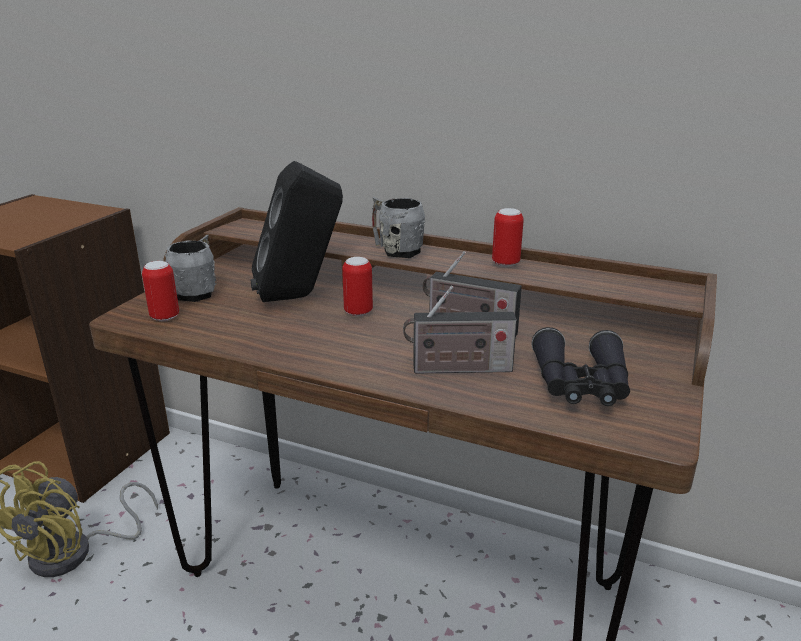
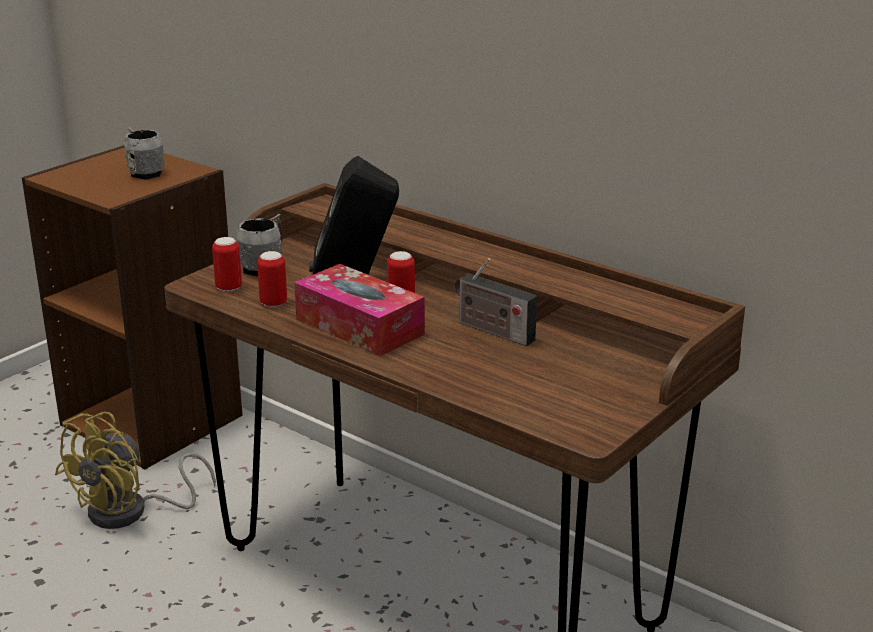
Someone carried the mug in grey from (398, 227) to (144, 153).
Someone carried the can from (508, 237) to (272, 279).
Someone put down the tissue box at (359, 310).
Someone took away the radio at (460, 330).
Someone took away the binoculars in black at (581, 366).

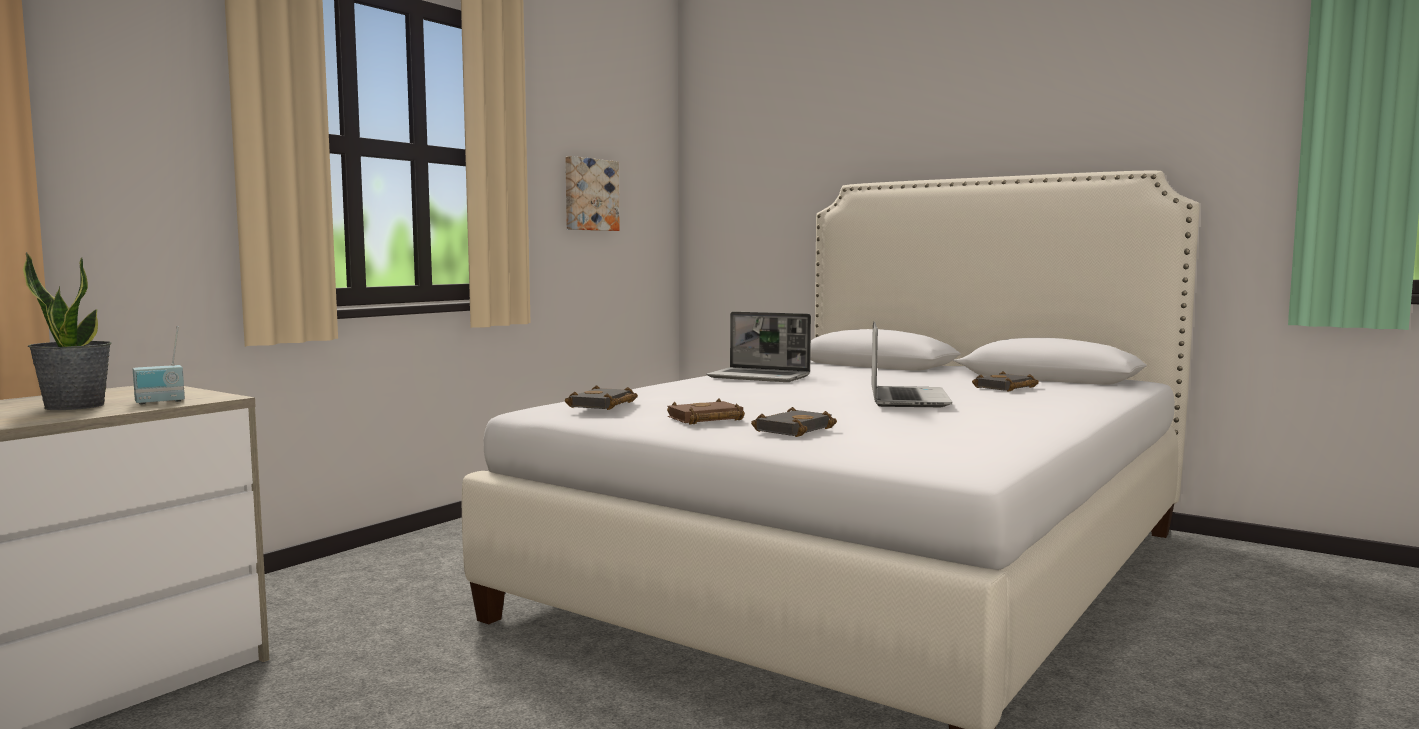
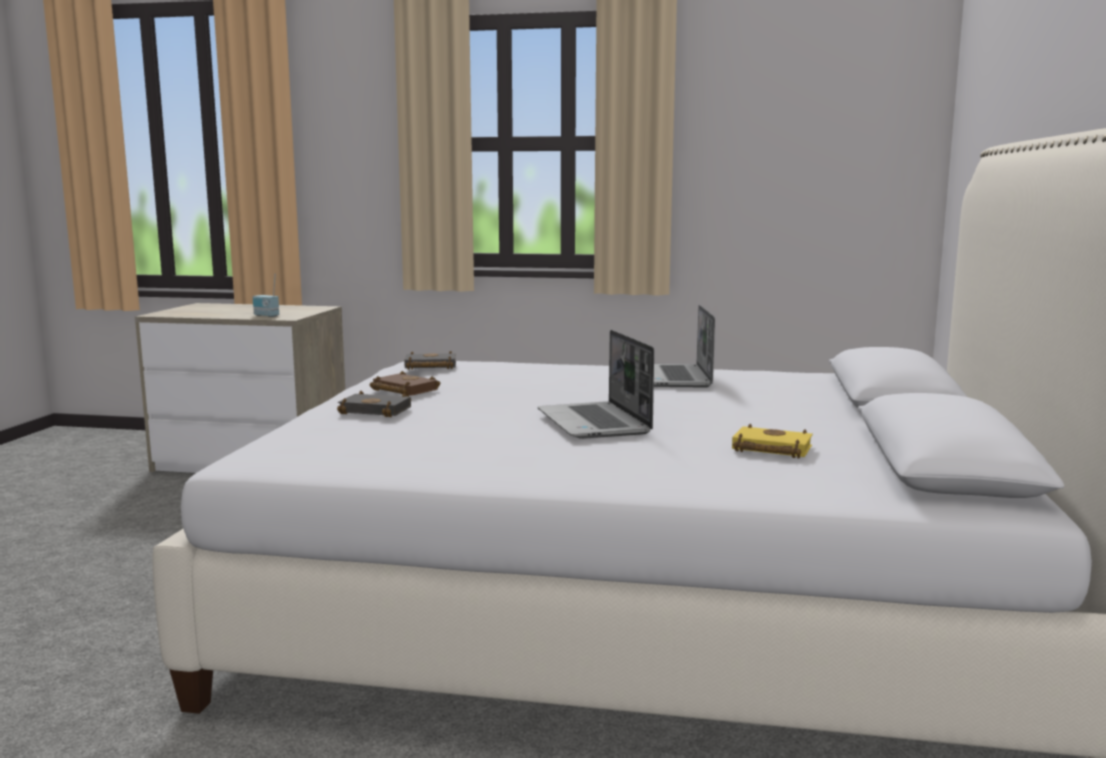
Someone rotated the laptop at (911, 364) by 90 degrees clockwise.
Someone repainted the book in black at (1005, 381), which became the book in yellow at (772, 441).
Someone took away the potted plant at (67, 331).
Someone took away the picture at (592, 193).

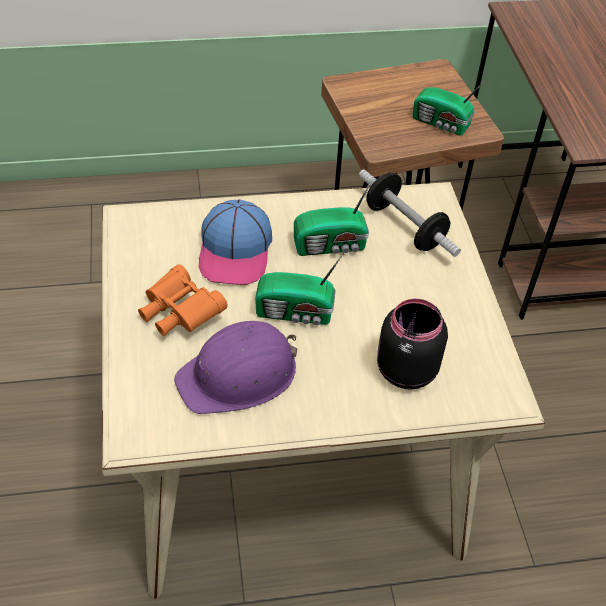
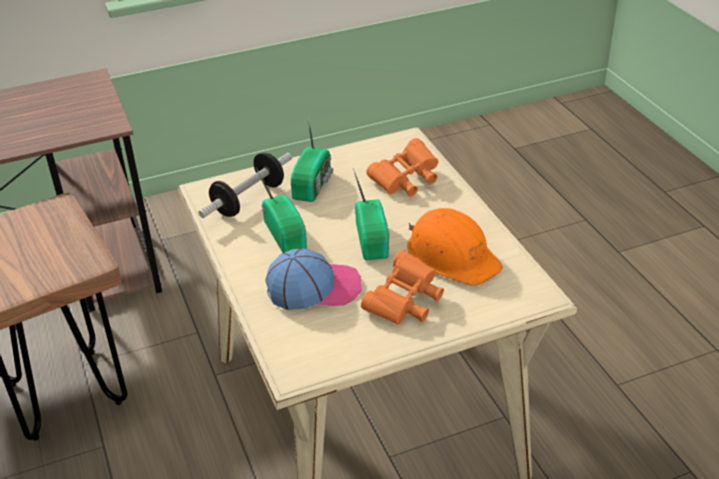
Someone carried the radio from (449, 107) to (312, 159).
Someone swapped the jar in black at (412, 344) for the binoculars in orange at (402, 167).
Someone repainted the hard hat in purple at (235, 367), which became the hard hat in orange at (455, 247).

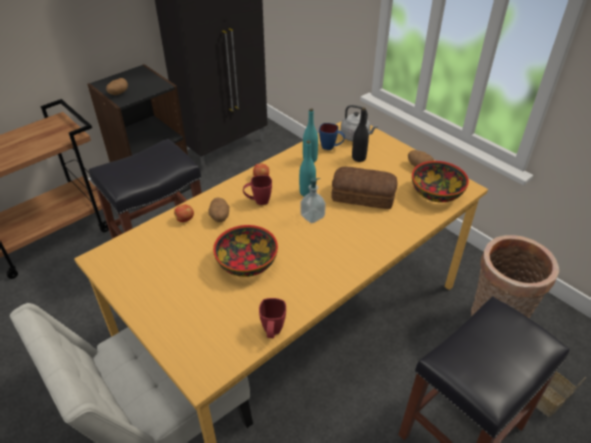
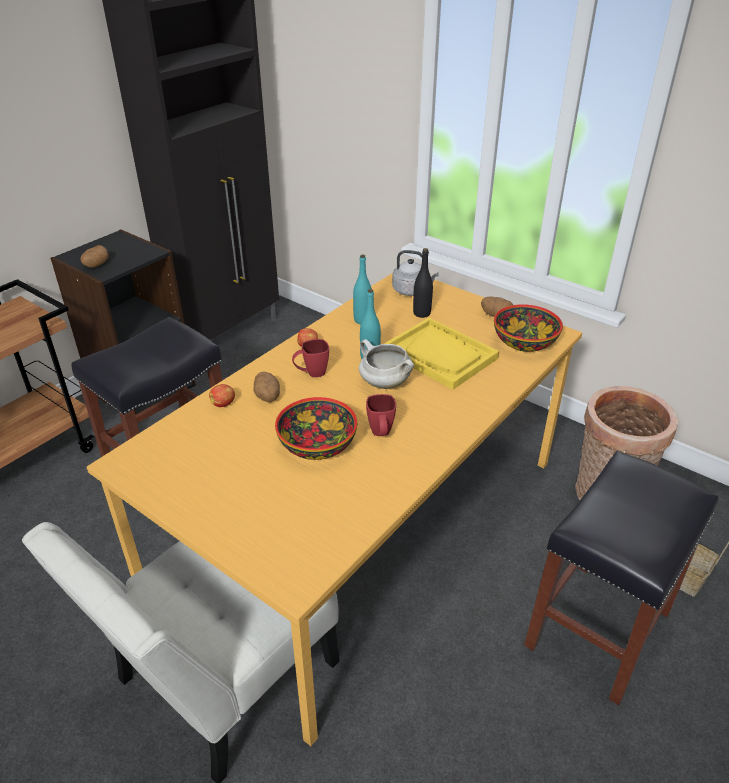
Someone swapped the soap dispenser at (313, 200) for the cooking pot in white at (386, 364).
Someone carried the mug in red from (272, 318) to (381, 415).
Someone swapped the bread at (364, 187) for the tray in yellow at (441, 354).
Someone took away the mug in blue at (332, 136).

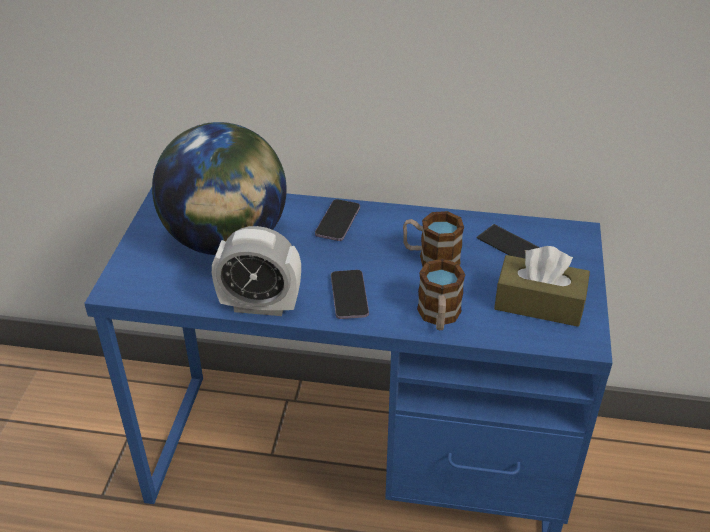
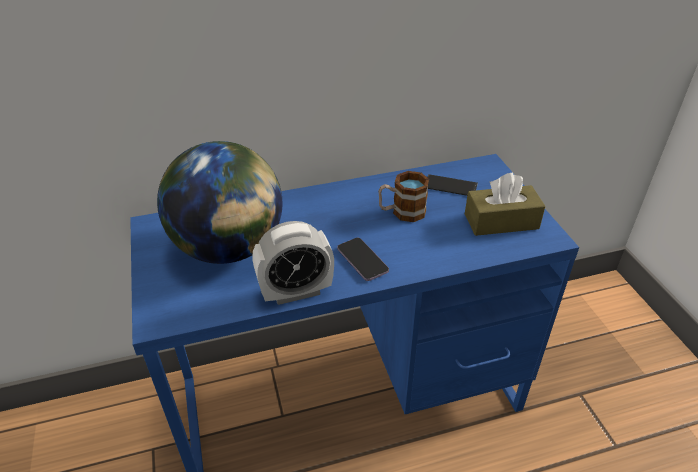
Someone took away the phone at (337, 220).
Someone took away the mug at (441, 294).

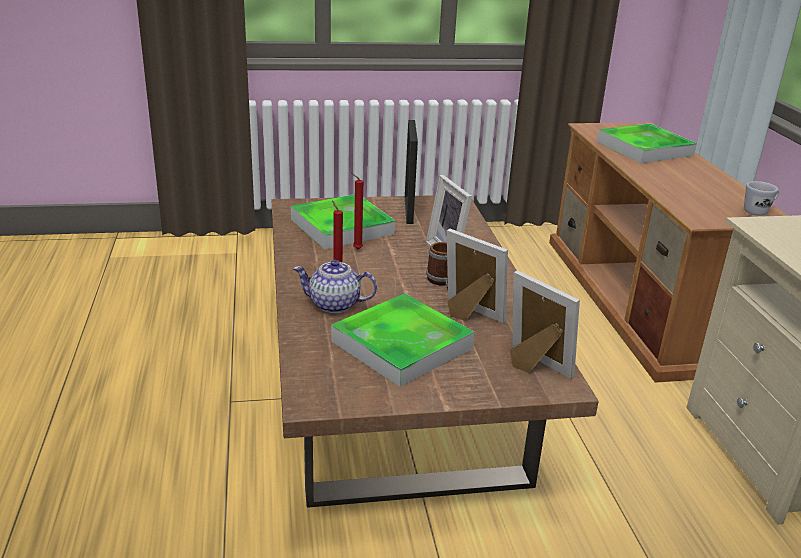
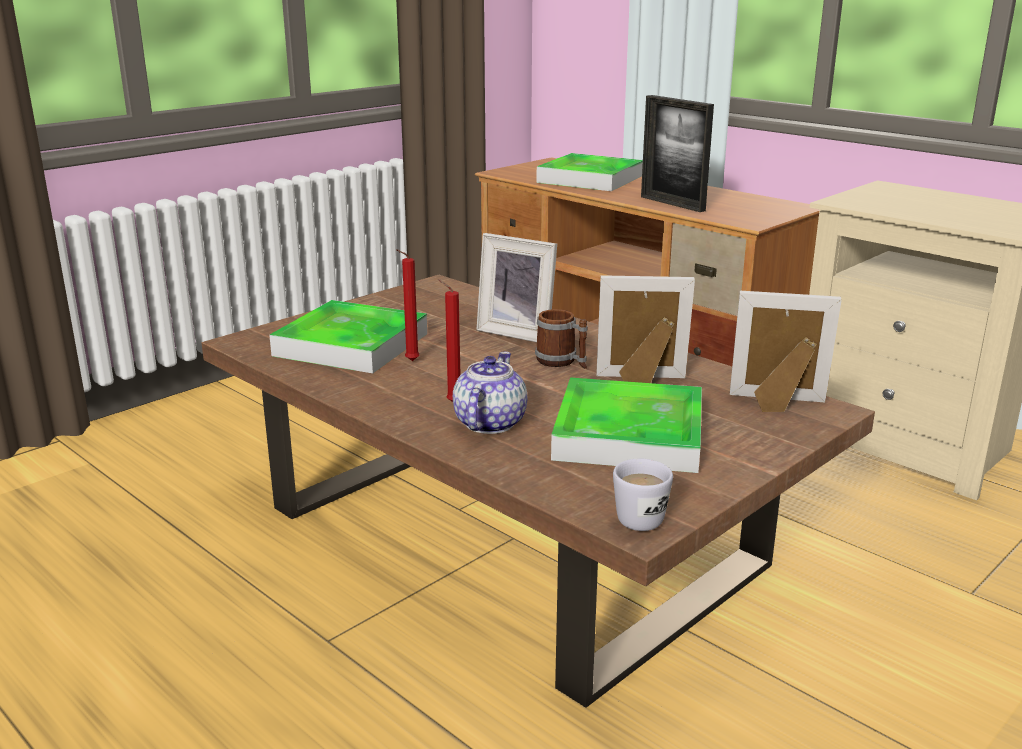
Someone rotated the teapot at (335, 286) by 135 degrees clockwise.
Someone carried the mug in white from (761, 198) to (643, 494).
Someone carried the picture frame from (411, 172) to (677, 153).

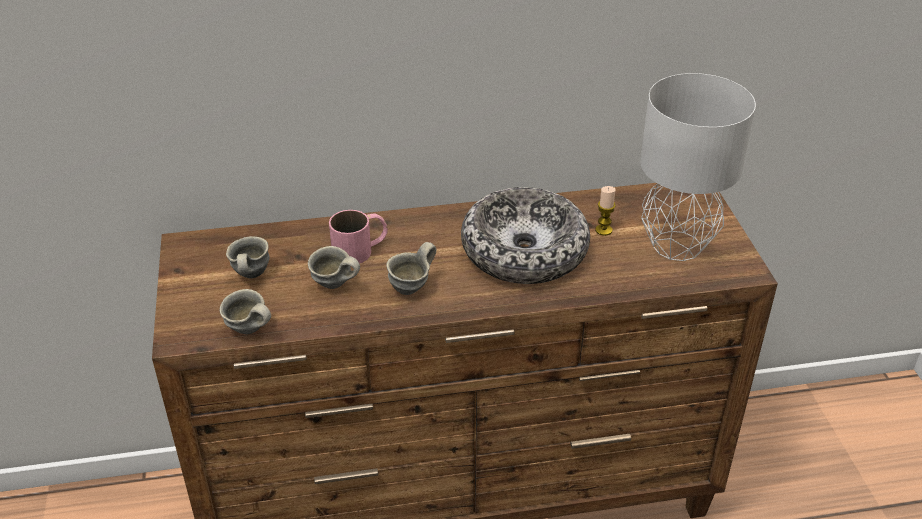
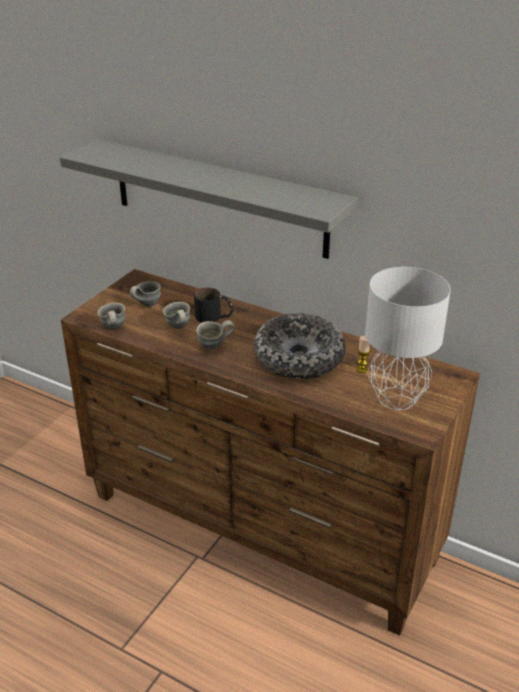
Someone put up the shelf in grey at (209, 199).
Someone repainted the mug in pink at (358, 237), which became the mug in black at (213, 305).

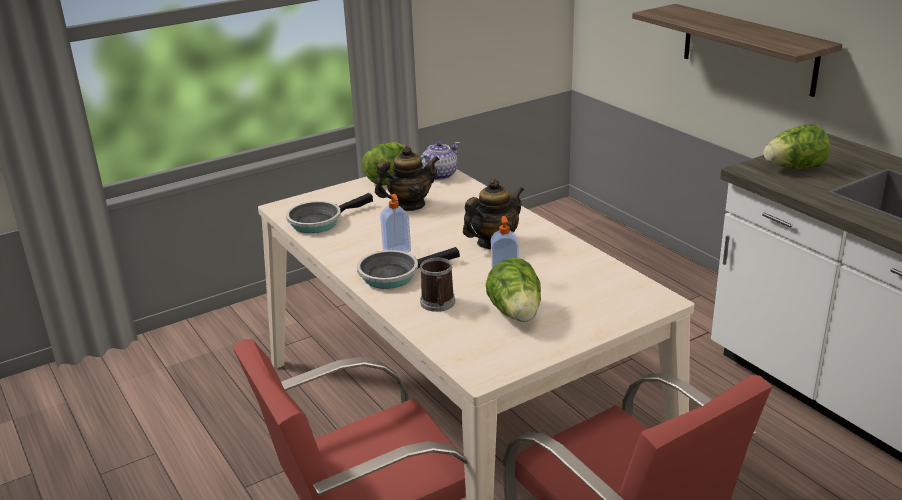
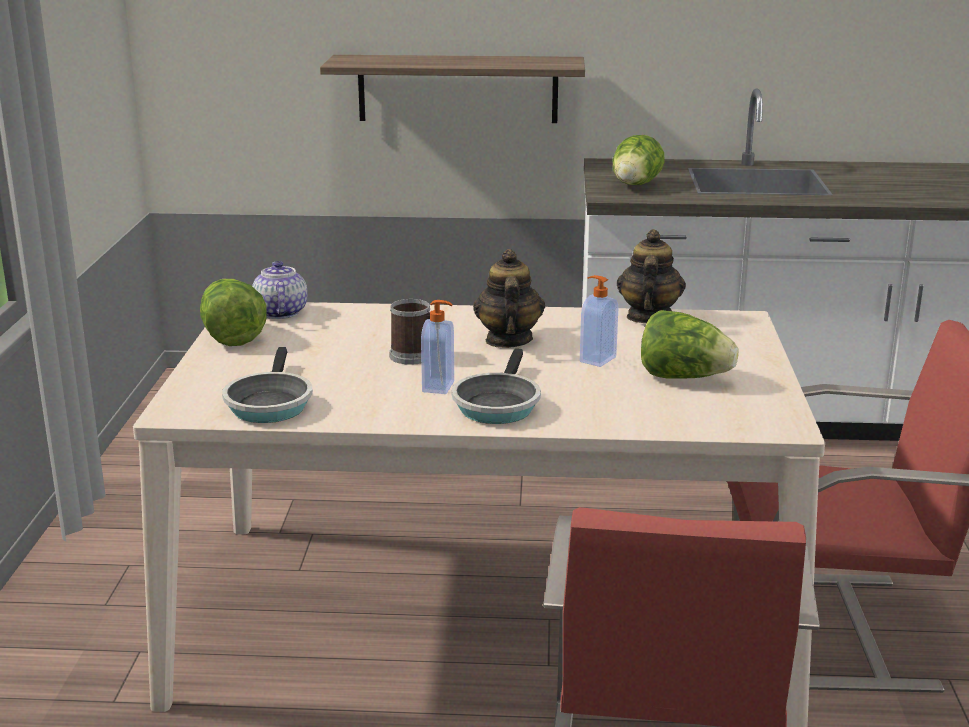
Someone carried the mug from (437, 285) to (409, 332).
Someone carried the teapot from (407, 178) to (651, 276).

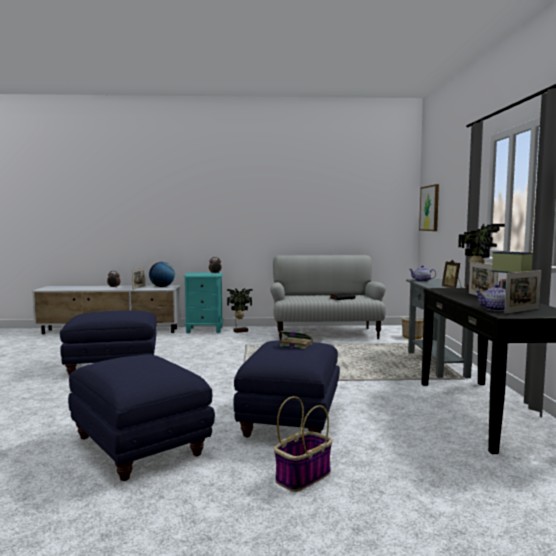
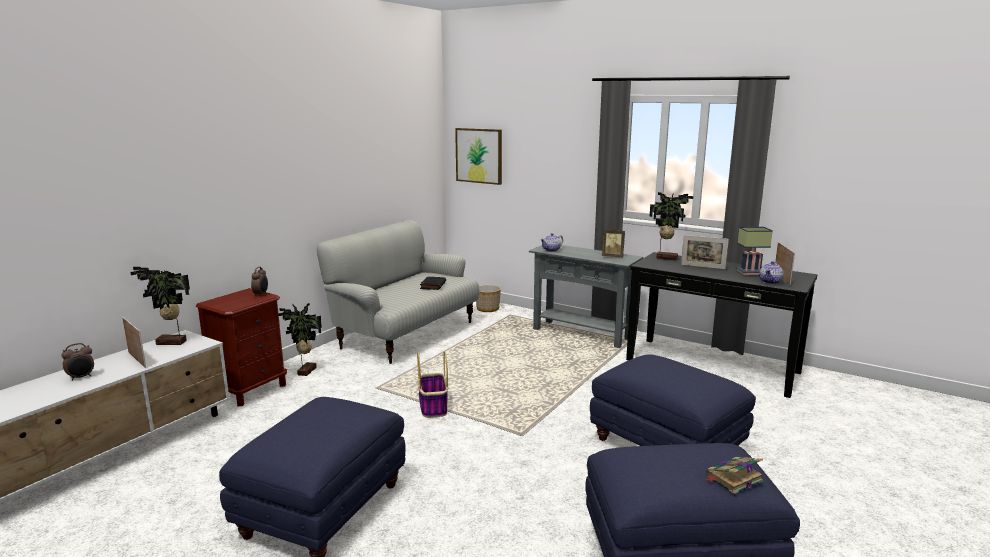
Someone swapped the globe at (162, 274) for the potted plant at (160, 306).
Someone repainted the nightstand in turquoise at (203, 302), which became the nightstand in brown at (241, 347).
Someone carried the basket from (303, 444) to (432, 384).
Someone carried the book from (296, 340) to (734, 475).

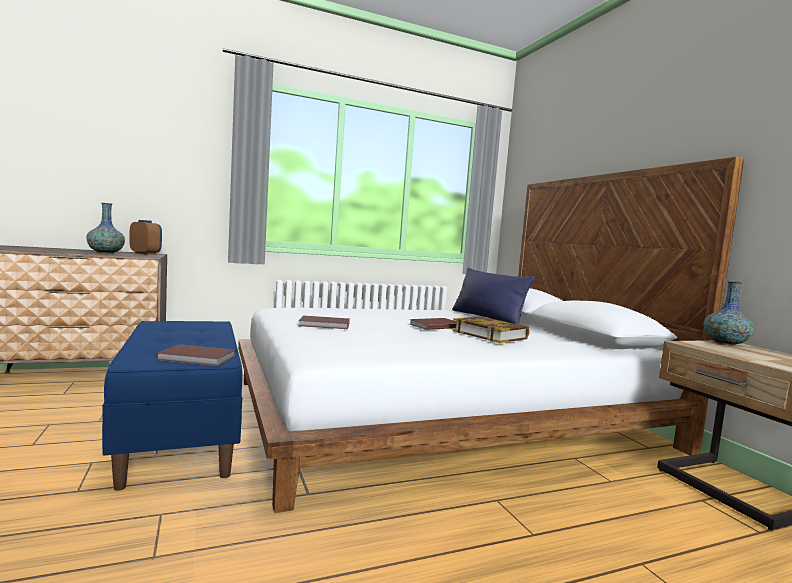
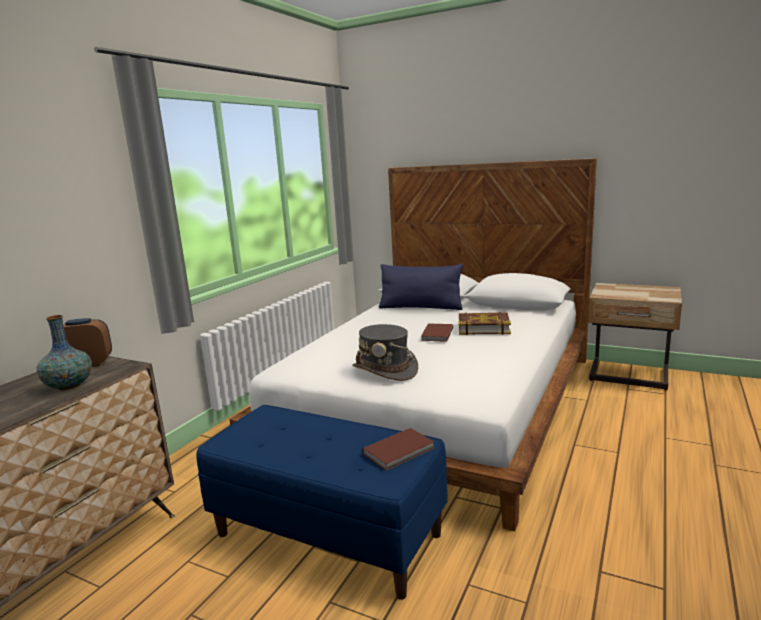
Someone swapped the book in brown at (324, 322) for the hat in grey at (385, 352).
Someone took away the vase at (728, 313).

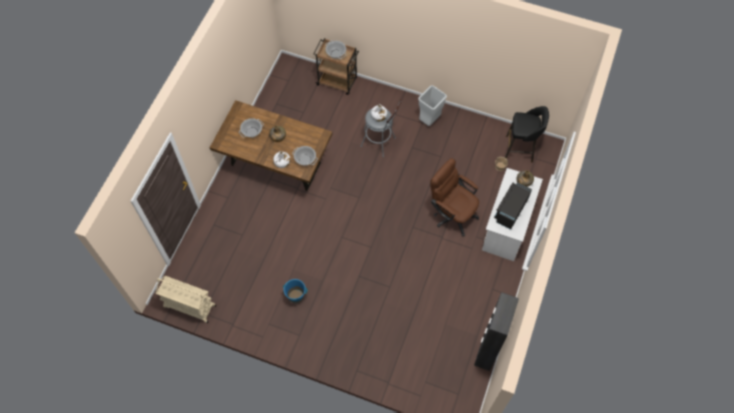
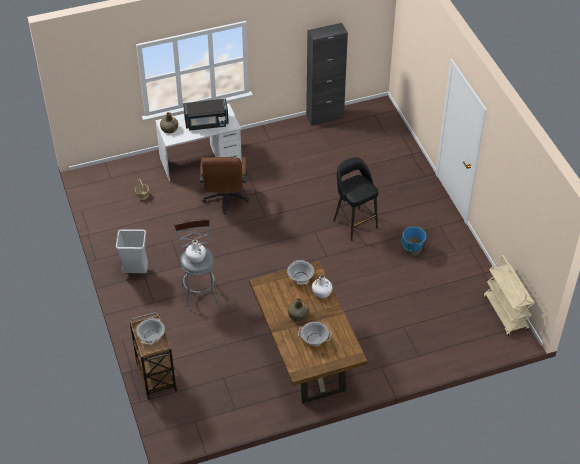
Someone carried the stool in black from (527, 134) to (355, 199).

